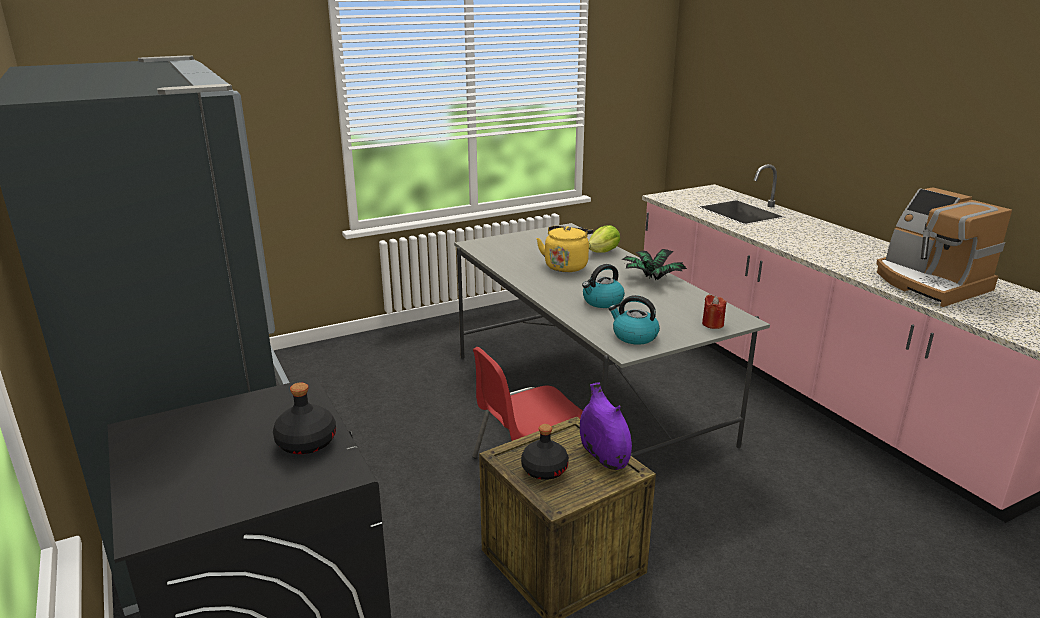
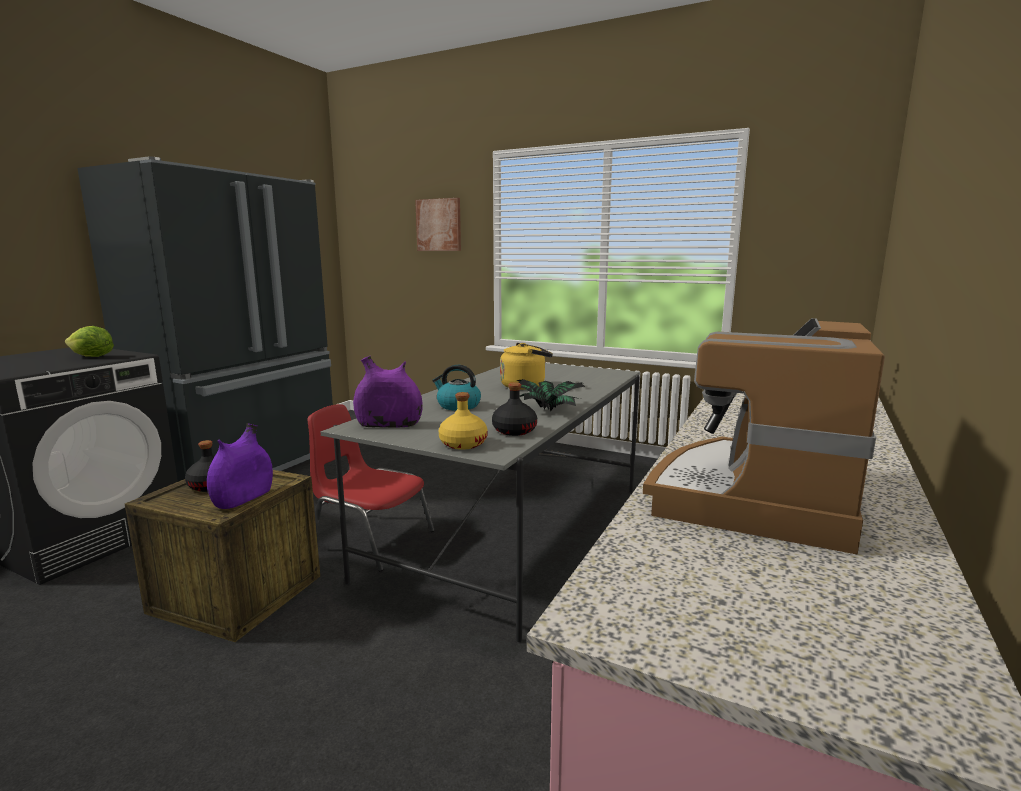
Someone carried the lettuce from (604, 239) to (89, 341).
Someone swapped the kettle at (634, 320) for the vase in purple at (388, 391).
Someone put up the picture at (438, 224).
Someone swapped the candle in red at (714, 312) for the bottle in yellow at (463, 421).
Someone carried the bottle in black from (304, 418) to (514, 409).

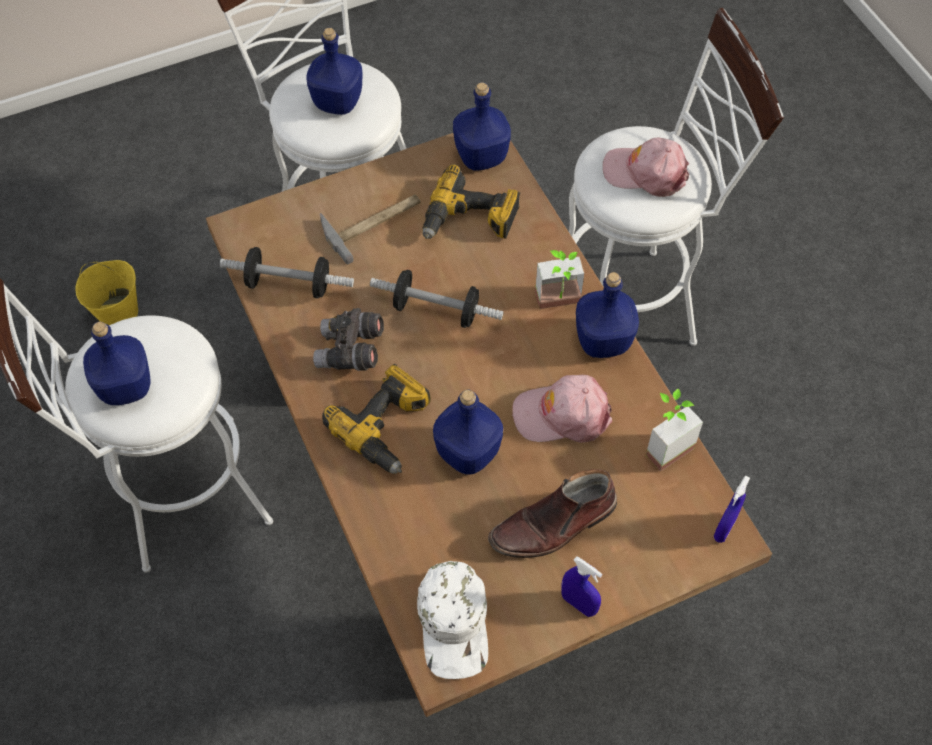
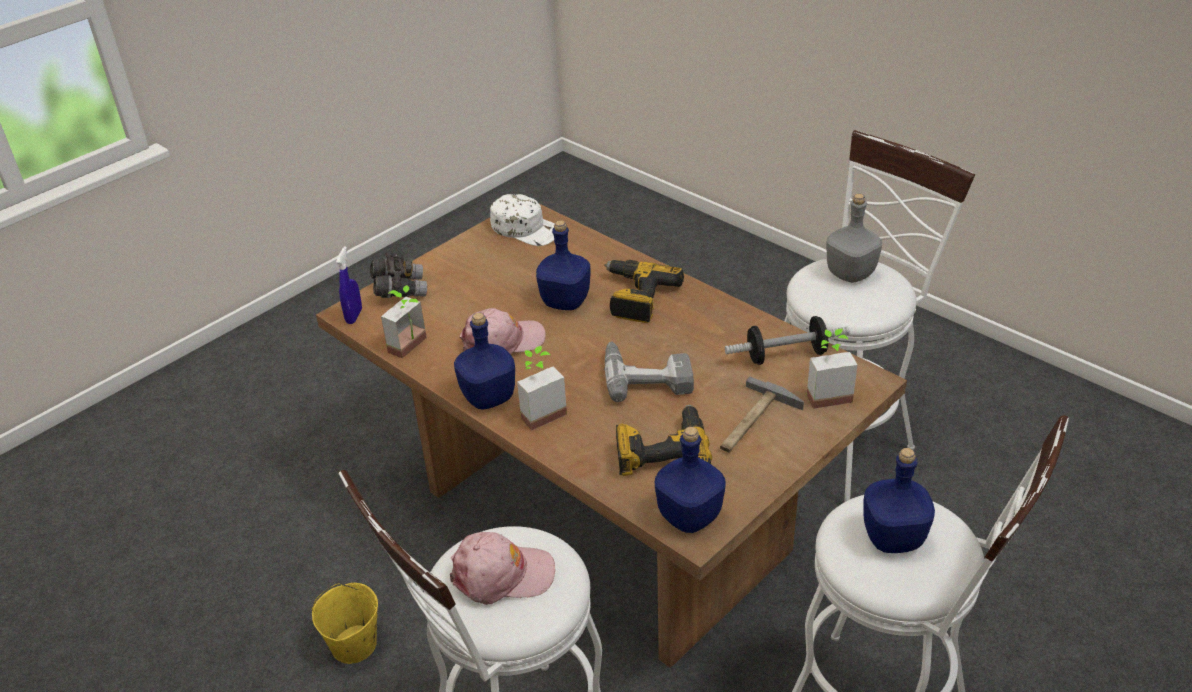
Someone carried the bucket in yellow from (107, 292) to (345, 623).
Someone carried the binoculars in grey from (348, 339) to (398, 274).
Someone rotated the cap in white at (452, 620) by 150 degrees clockwise.
Someone swapped the dumbbell at (437, 299) for the power drill at (649, 371).
Someone put down the potted plant at (832, 369).
Someone repainted the bottle in blue at (116, 363), which became the bottle in grey at (854, 238).
Someone took away the boot in brown at (552, 513).
Someone took away the spray bottle in blue at (581, 586).

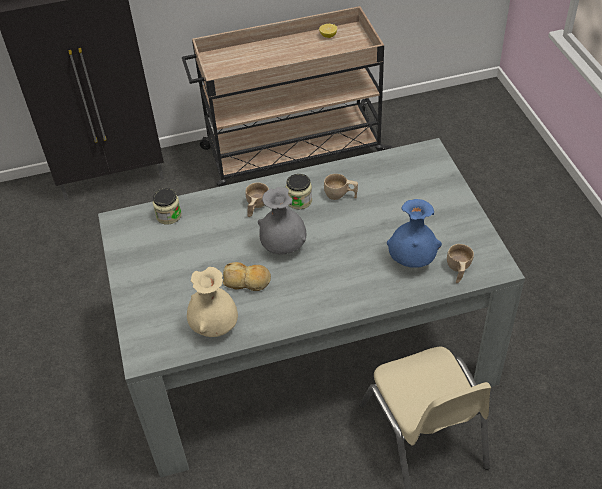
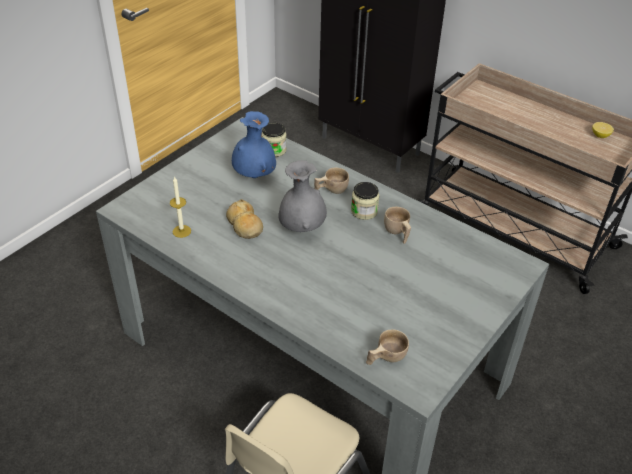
Someone swapped the vase in beige at (212, 302) for the candle at (180, 207).
Someone carried the vase in blue from (414, 233) to (254, 144).

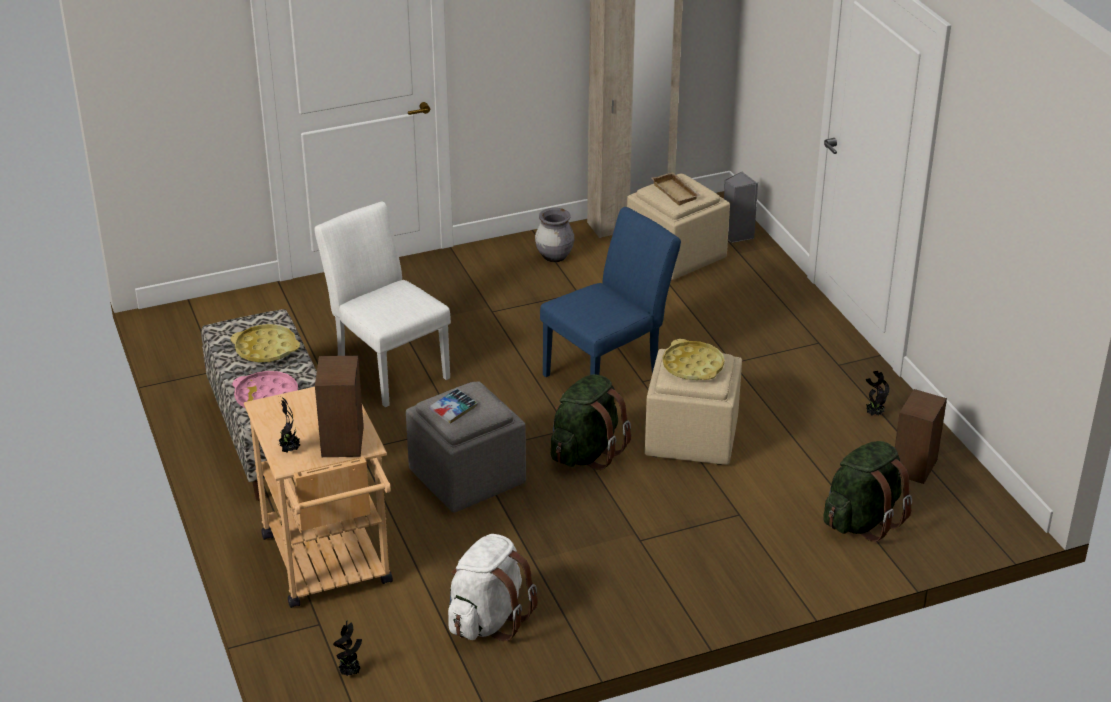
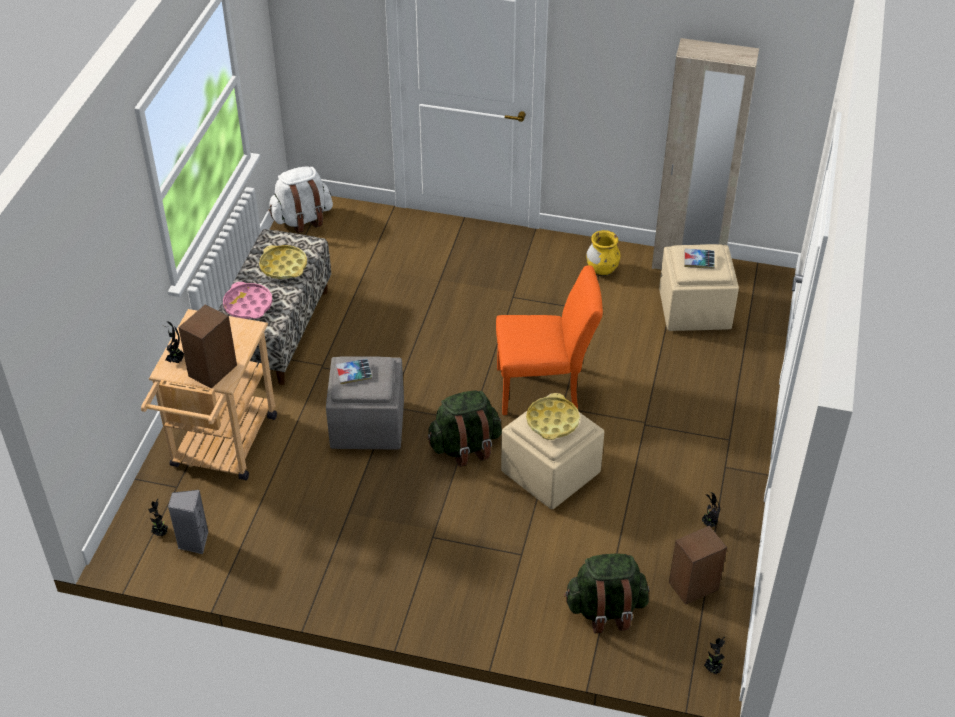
Someone carried the speaker in grey from (741, 207) to (188, 522).
Someone carried the backpack in white from (493, 587) to (300, 199).
Someone repainted the chair in blue at (610, 292), which became the chair in orange at (549, 340).
Someone repainted the vase in grey at (554, 235), which became the vase in yellow at (603, 253).
Someone swapped the tray in beige at (676, 189) for the book at (699, 259).
Someone put down the potted plant at (714, 655).
Someone took away the chair in white at (383, 304).

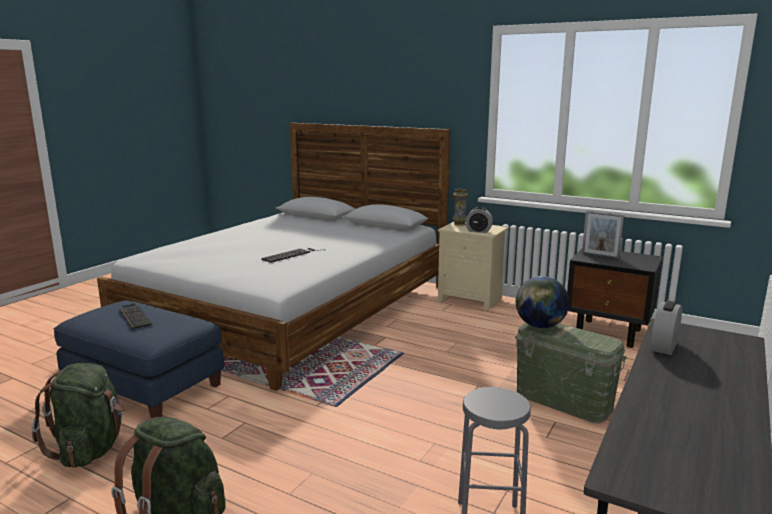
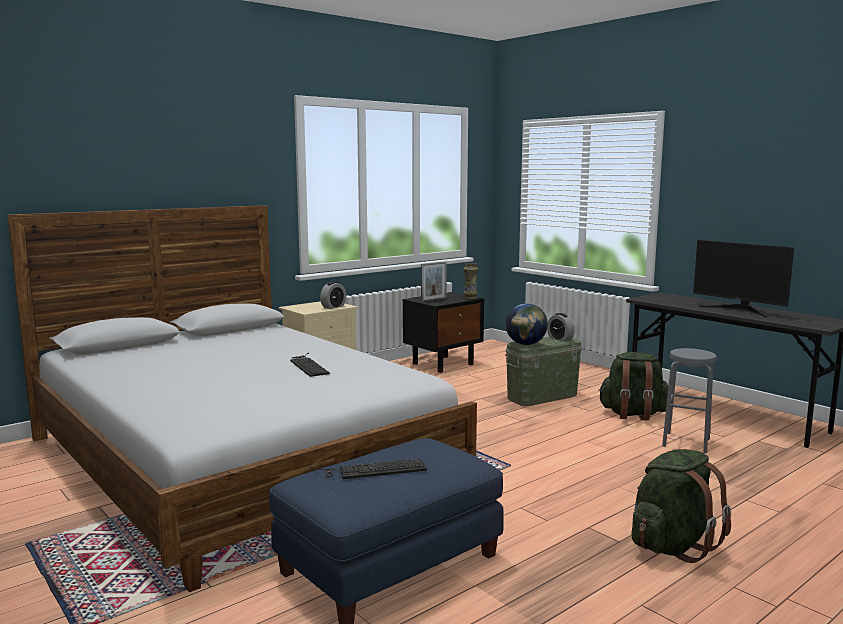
Someone carried the vase from (460, 207) to (470, 281).
Someone carried the alarm clock from (666, 327) to (561, 327).
Someone carried the backpack in green from (78, 415) to (633, 386).
Someone put down the monitor at (743, 279).

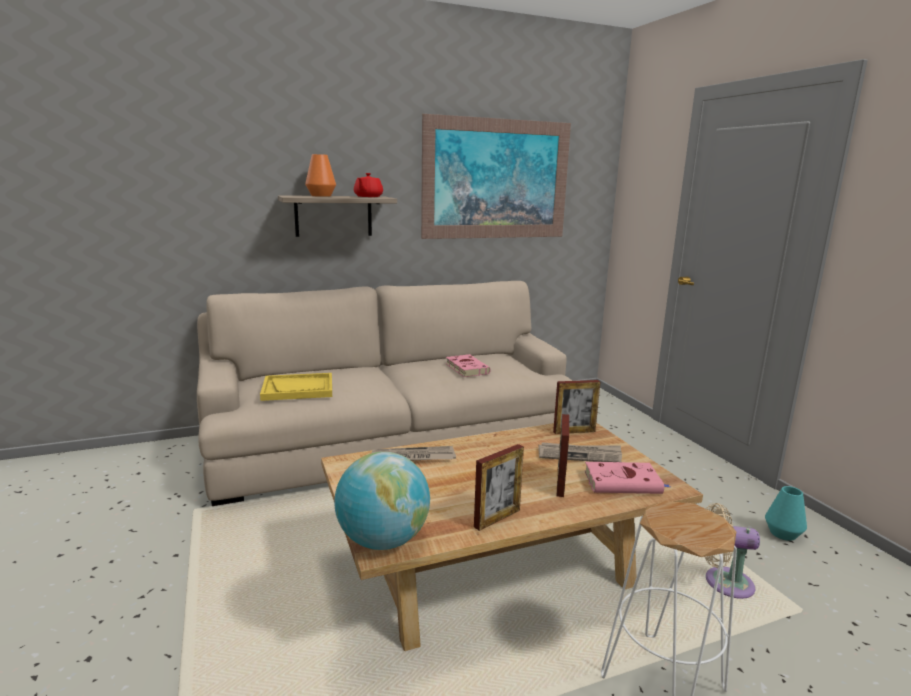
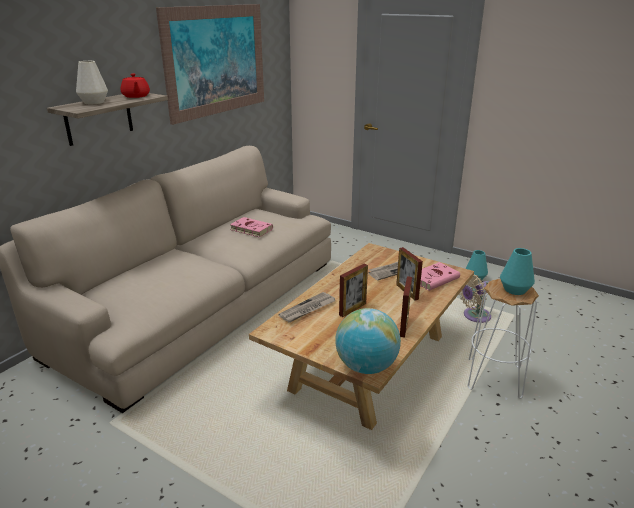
Someone repainted the vase in orange at (320, 175), which became the vase in white at (92, 82).
Someone carried the picture frame from (576, 407) to (353, 290).
Someone put down the vase in turquoise at (517, 271).
Someone took away the tray in yellow at (296, 387).

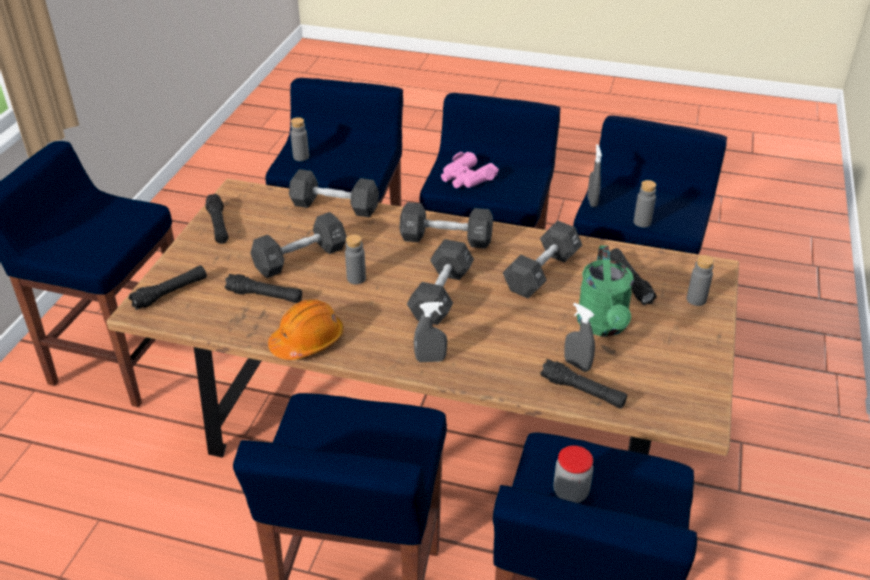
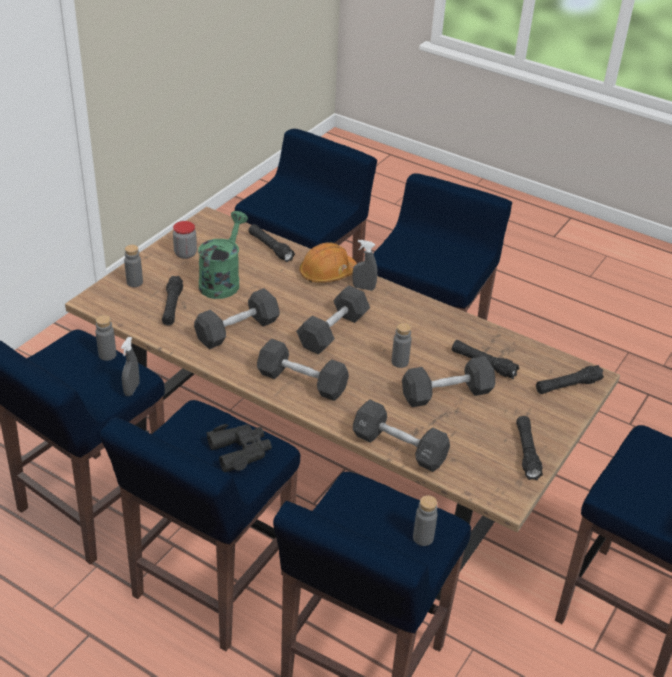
Someone carried the jar from (573, 474) to (185, 240).
Someone repainted the binoculars in pink at (470, 170), which became the binoculars in black at (239, 448).
Someone carried the hard hat in orange from (306, 329) to (328, 263).
Someone took away the spray bottle in grey at (579, 337).

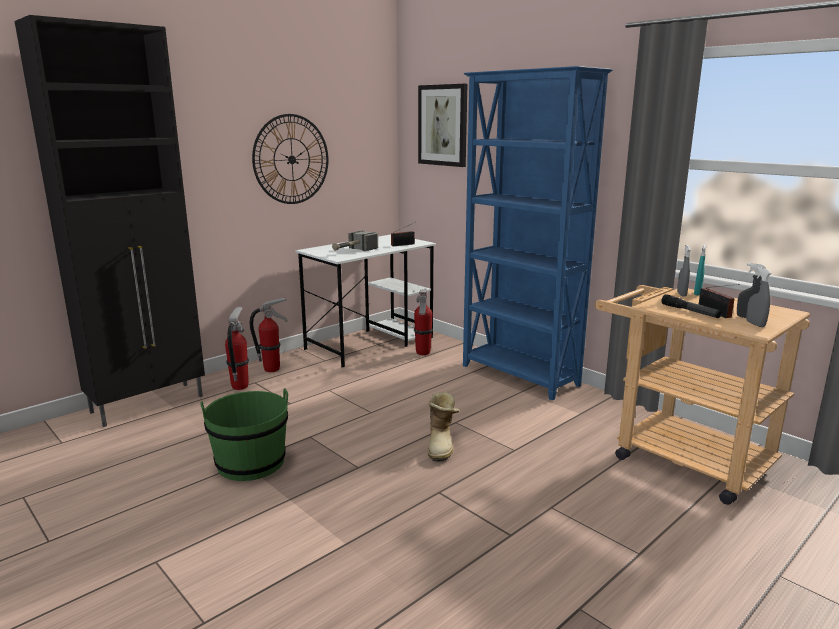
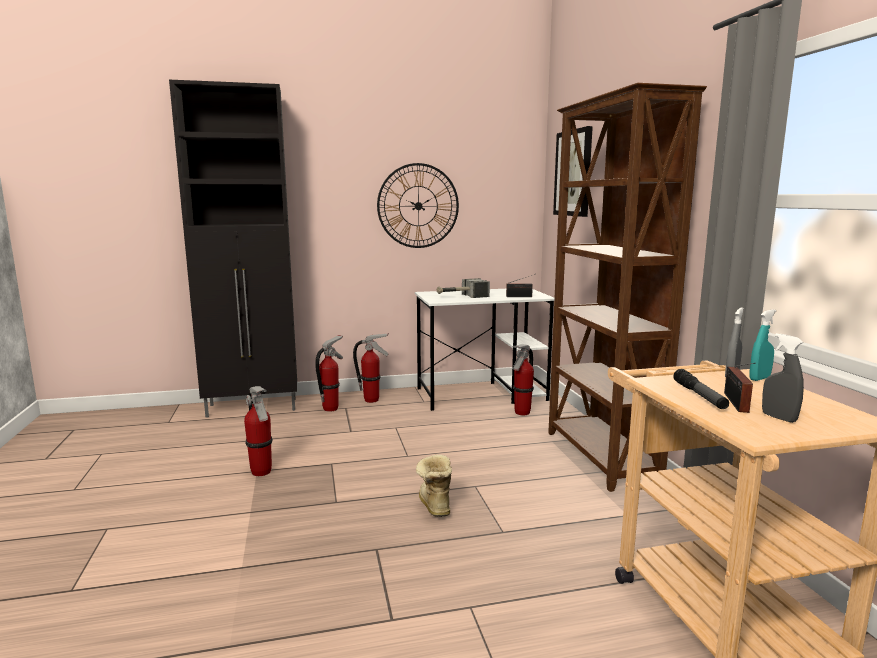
Someone swapped the bucket in green at (244, 434) for the fire extinguisher at (258, 431).
Someone rotated the boot at (444, 427) by 135 degrees clockwise.
Someone repainted the bookcase in blue at (538, 233), which became the bookcase in brown at (627, 287).
Someone took away the spray bottle in grey at (759, 297).

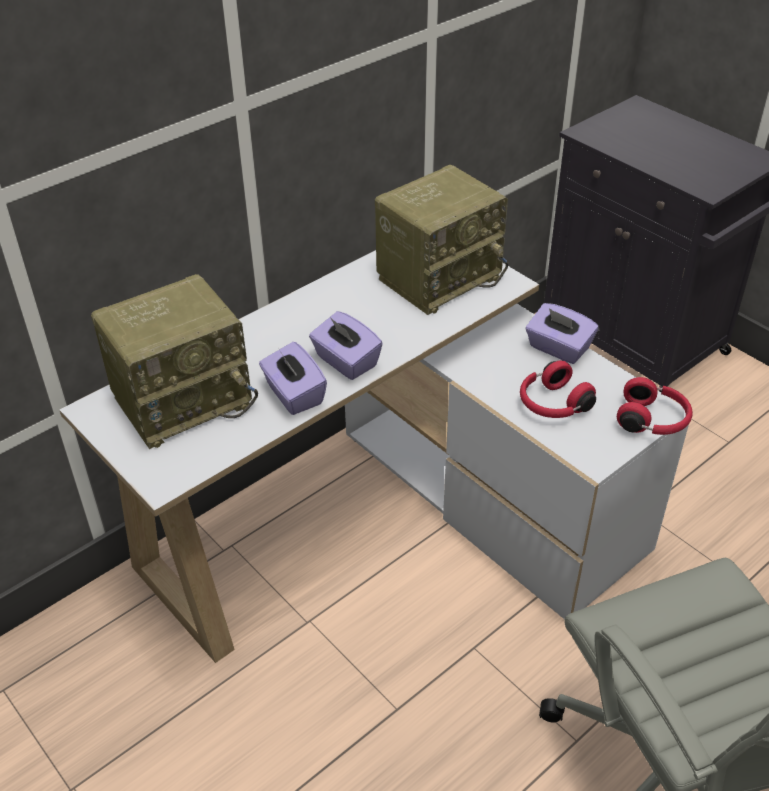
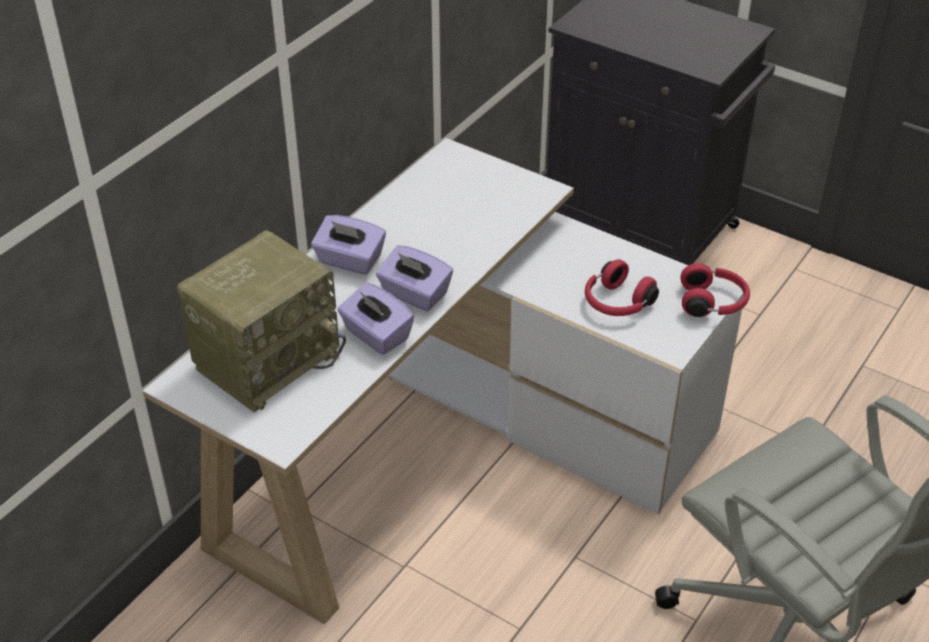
Someone carried the tissue box in purple from (562, 333) to (348, 245).
Someone took away the radio at (441, 240).

